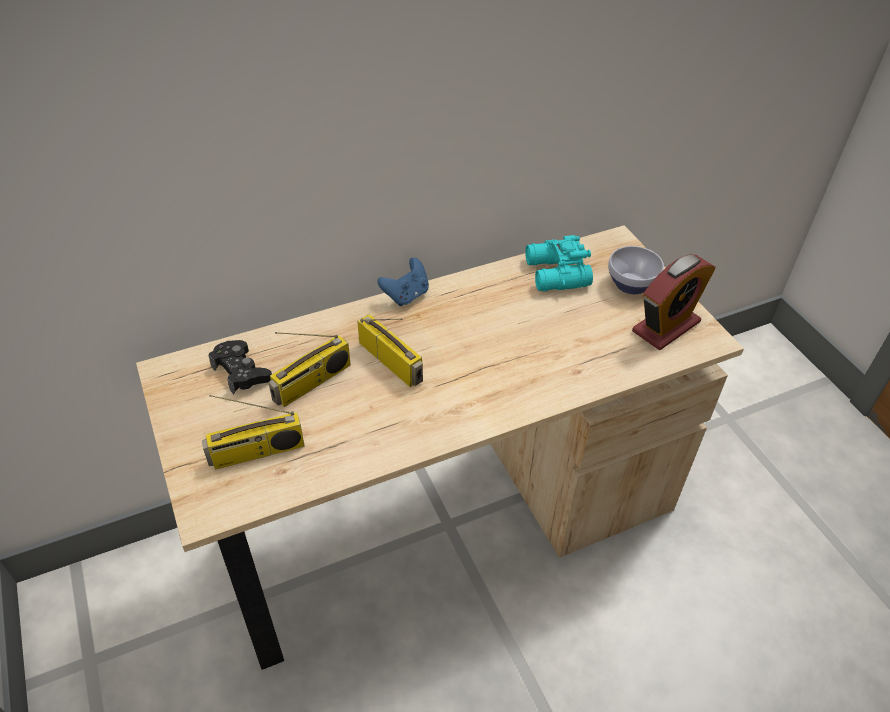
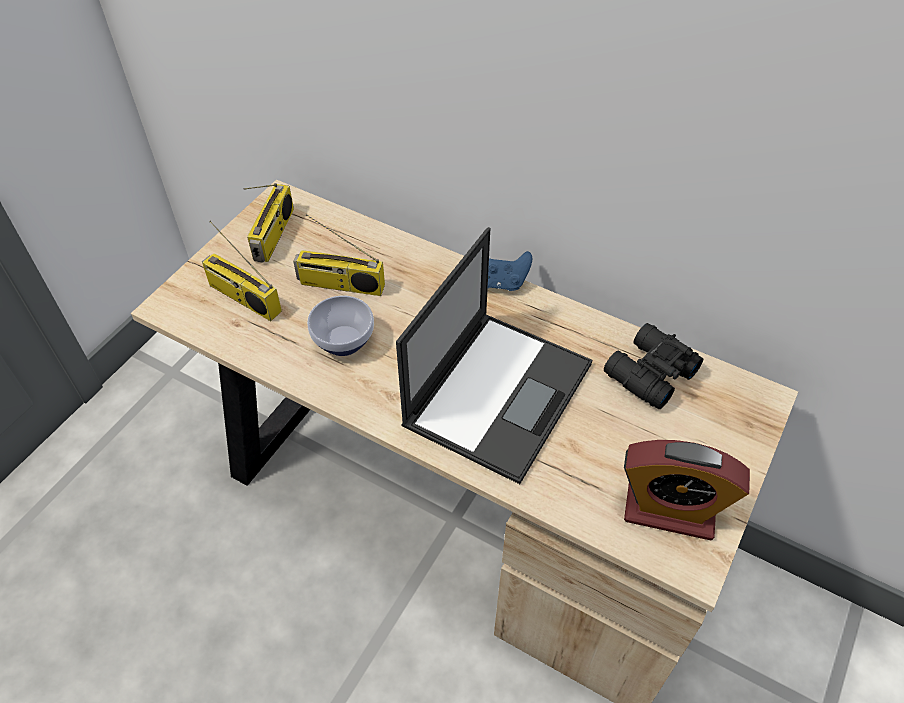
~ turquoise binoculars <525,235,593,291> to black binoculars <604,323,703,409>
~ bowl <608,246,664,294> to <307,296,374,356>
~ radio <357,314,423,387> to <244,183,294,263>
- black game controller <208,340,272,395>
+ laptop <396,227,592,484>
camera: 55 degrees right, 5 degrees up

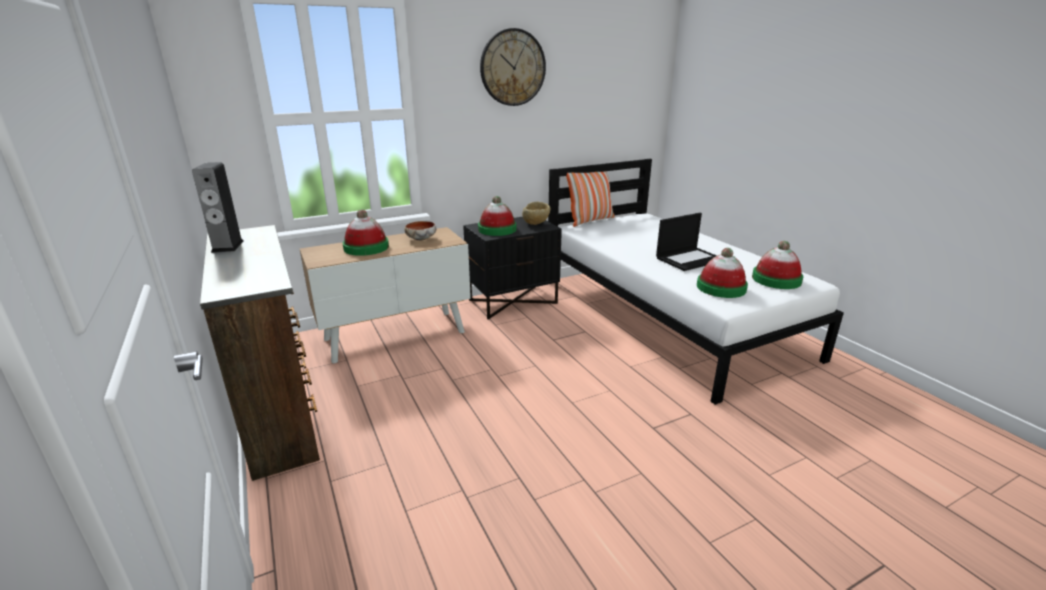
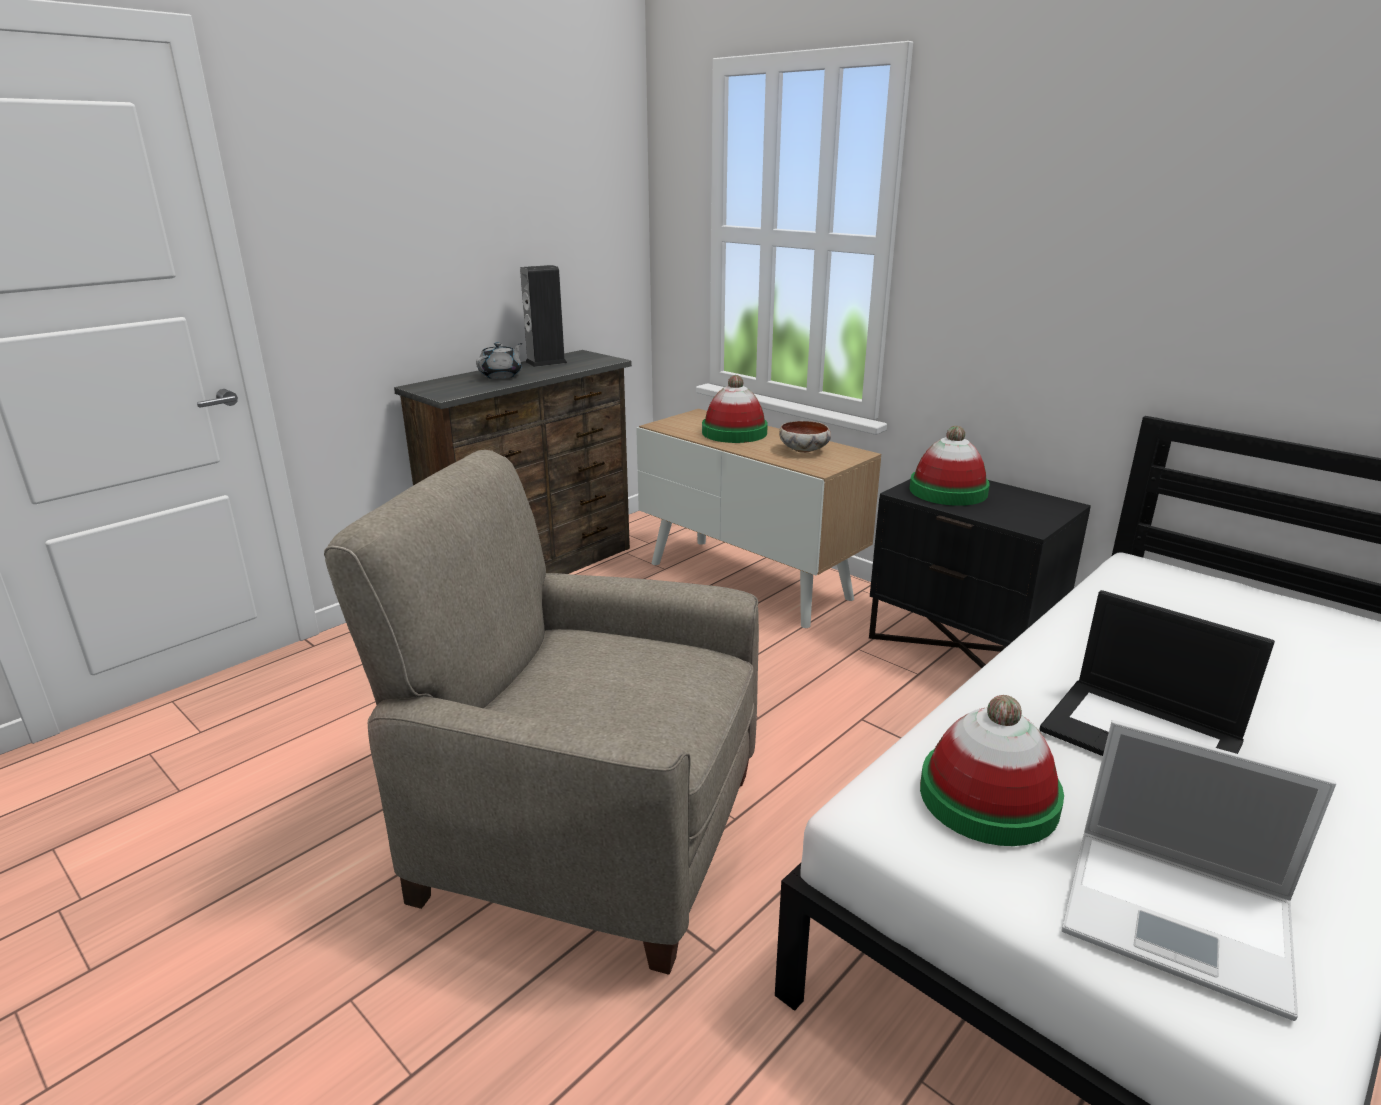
- wall clock <480,28,546,106>
- pillow <566,171,615,227>
- beige bowl <522,201,550,225>
~ hat <752,241,803,289> to laptop <1061,720,1336,1021>
+ grey teapot <476,342,522,379>
+ beige armchair <324,450,759,975>
camera: 70 degrees right, 0 degrees up

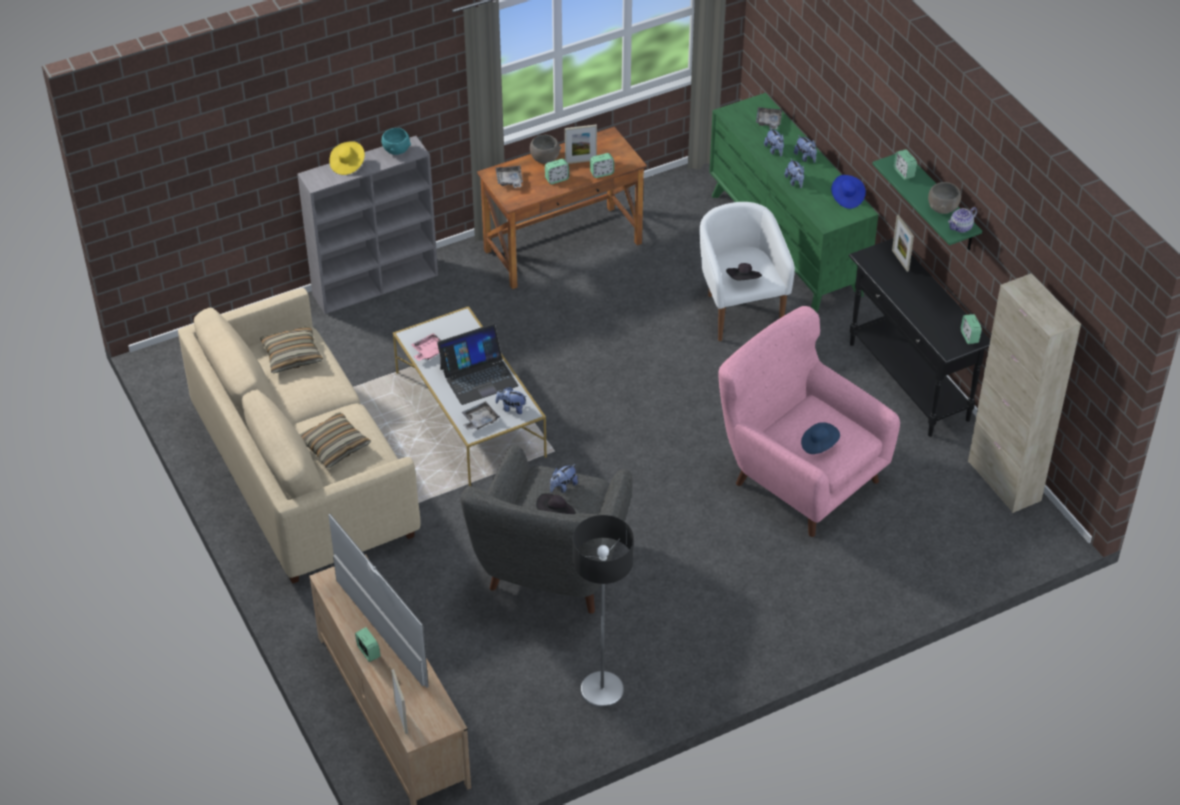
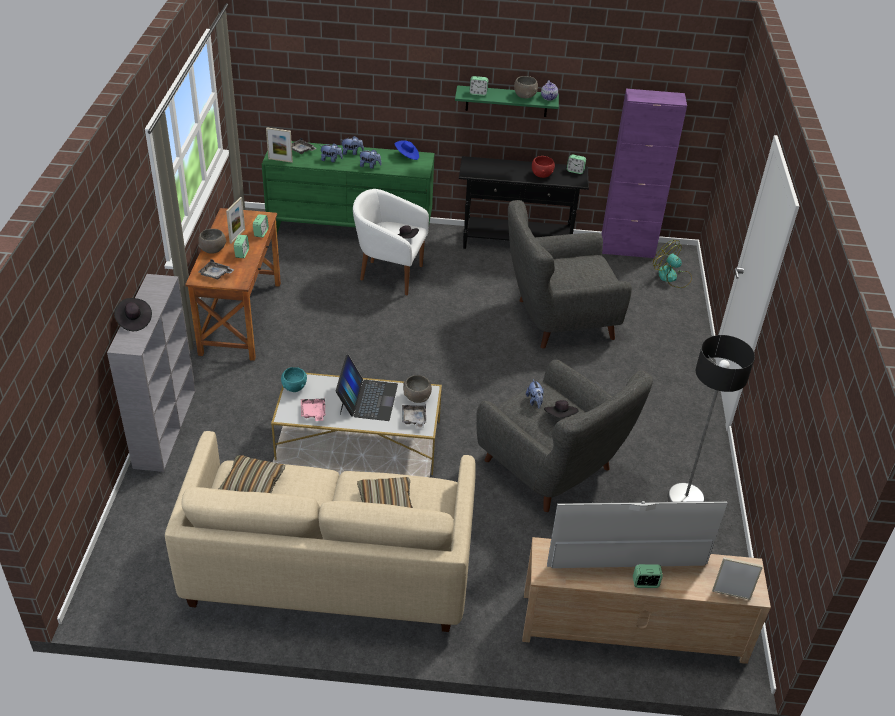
~ turquoise bowl <381,128,411,155> to <281,367,307,392>
~ yellow hat <329,141,365,175> to black hat <114,298,152,331>
~ picture frame <892,215,914,272> to <266,127,293,163>
~ beige cabinet <968,273,1081,513> to purple cabinet <601,89,687,259>
~ pink armchair <718,306,900,537> to grey armchair <508,200,632,348>
~ plush toy <496,387,527,414> to grey bowl <403,375,432,403>
- blue hat <801,422,840,454>
+ red bowl <532,156,555,178>
+ fan <653,240,692,288>
camera: 60 degrees left, 5 degrees down

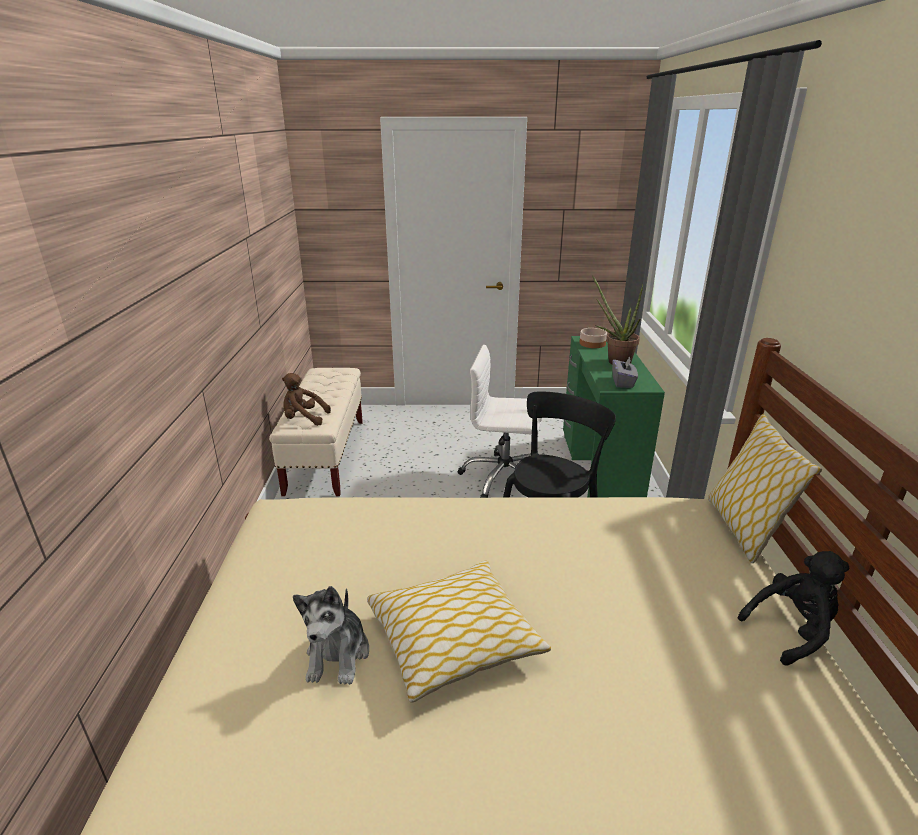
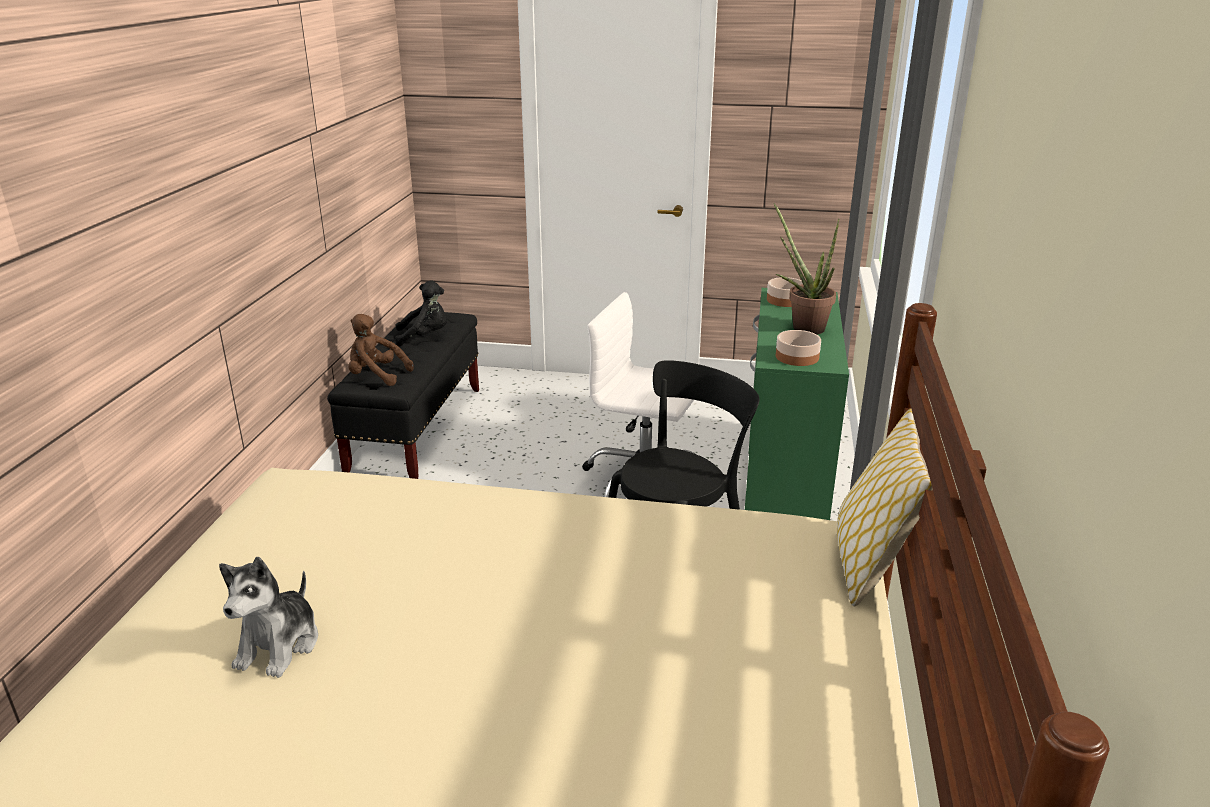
~ grey tissue box <612,356,638,388> to bowl <776,330,821,366>
~ beige bench <269,368,363,496> to black bench <327,311,479,479>
~ black plush toy <738,551,850,666> to <395,280,447,346>
- pillow <367,560,551,703>
camera: 10 degrees right, 0 degrees up

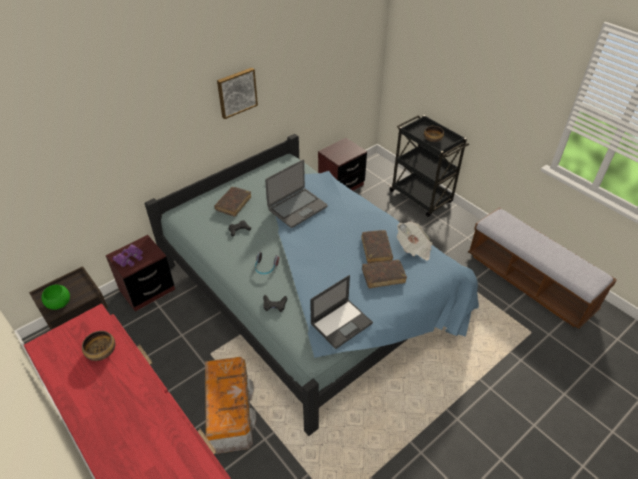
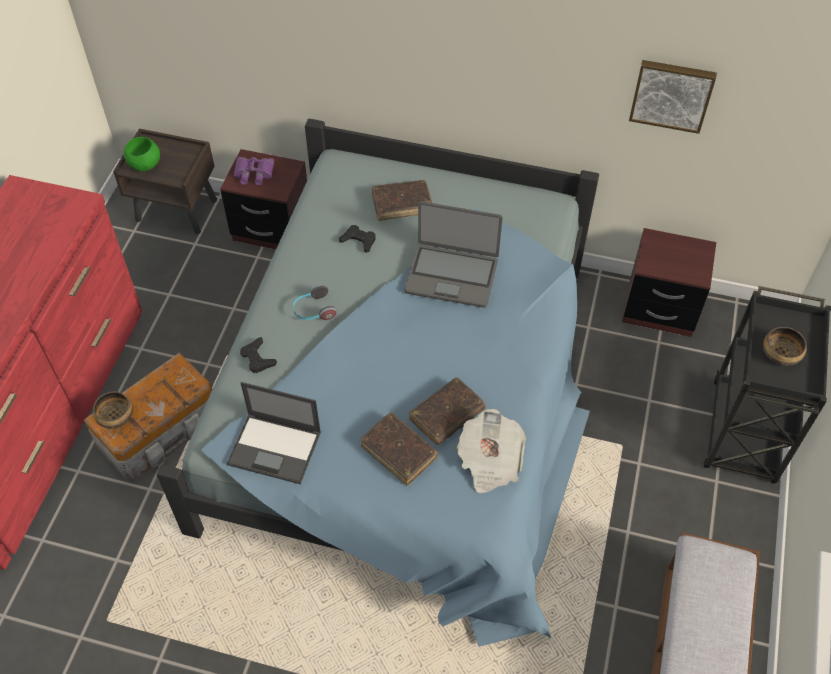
~ picture <217,68,258,119> to <629,60,717,134>
~ bowl <82,331,115,361> to <93,392,133,429>
camera: 55 degrees right, 10 degrees up

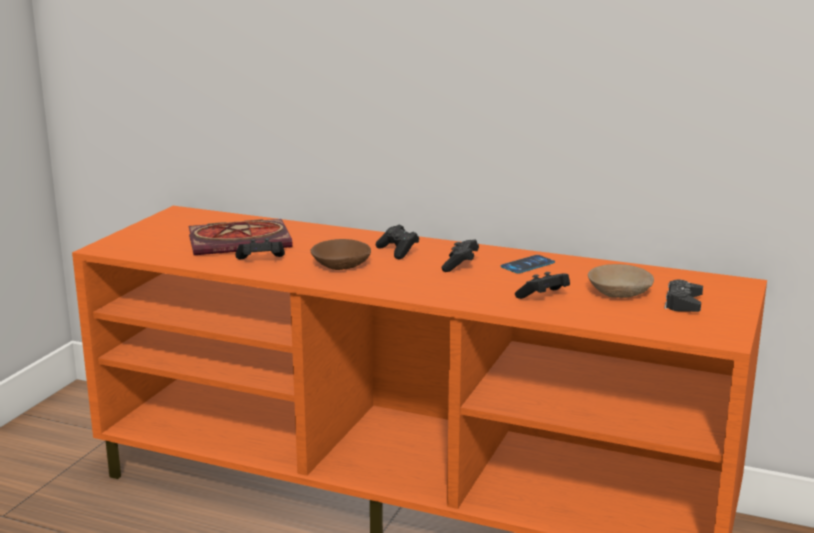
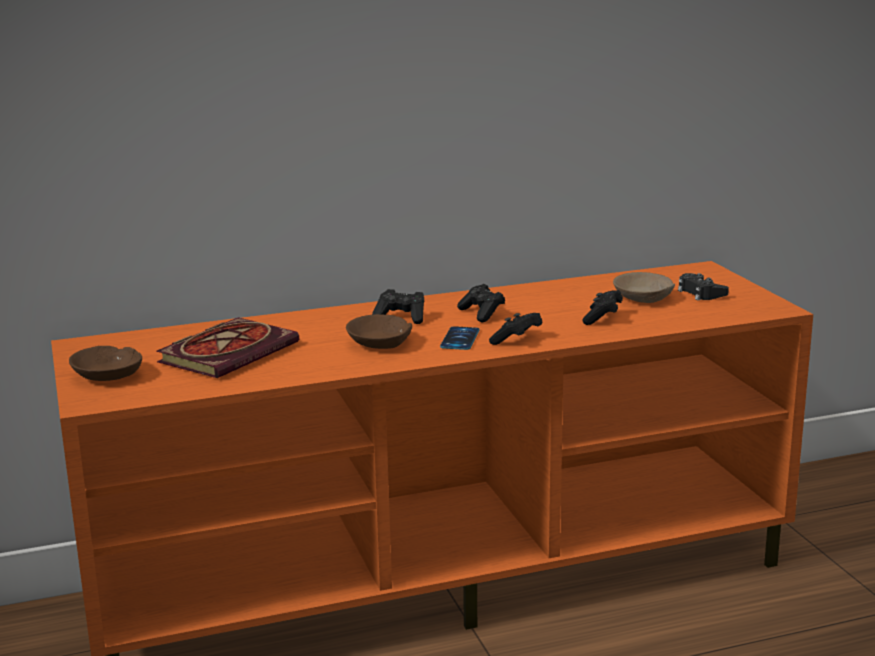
~ black game controller <235,238,285,259> to <489,313,542,345>
~ phone <501,255,555,273> to <440,326,480,350>
+ brown bowl <69,346,142,381>
camera: 40 degrees left, 0 degrees up

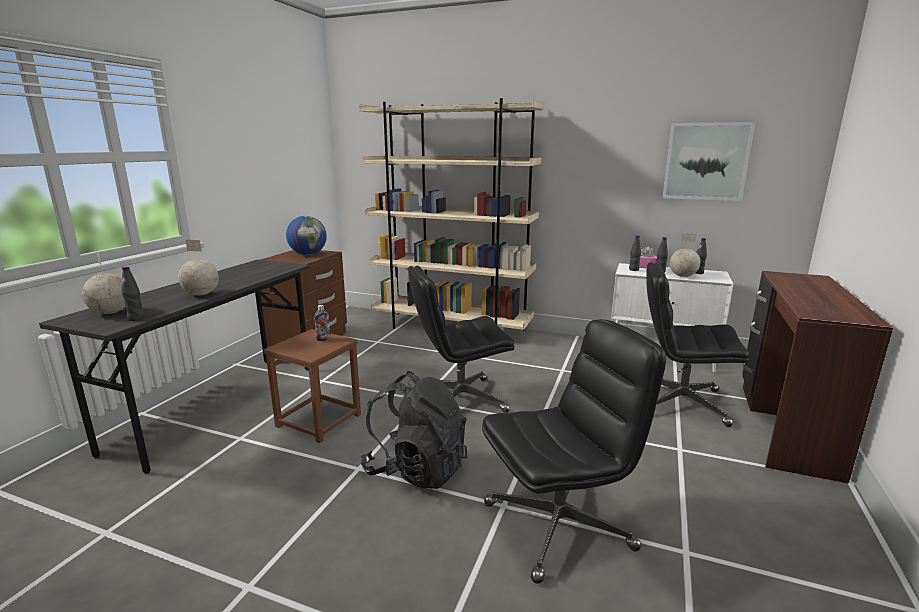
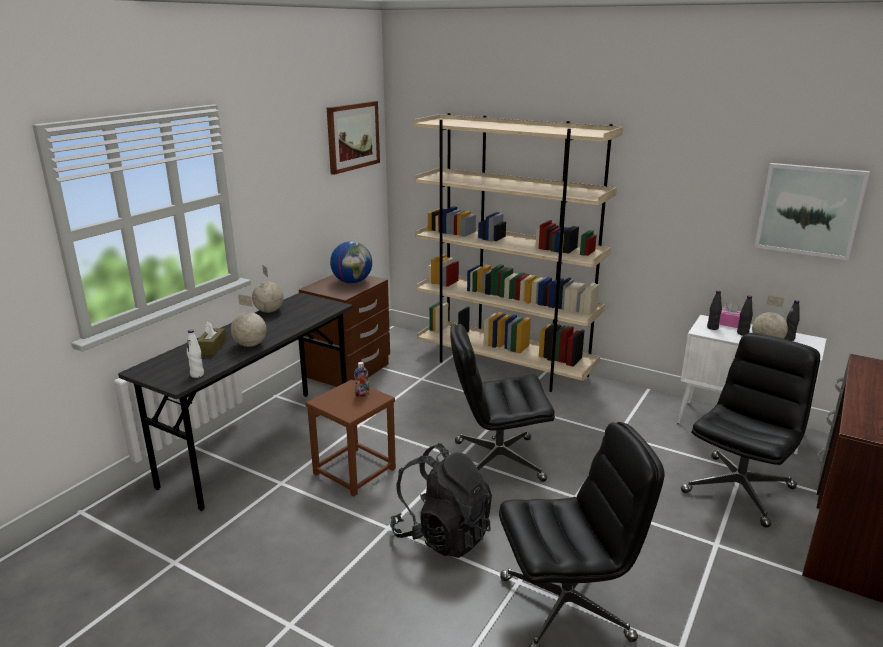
~ globe <82,251,125,314> to <252,264,284,313>
~ black office chair <646,262,749,427> = <681,333,820,528> 105 degrees clockwise
~ black bottle <122,266,144,321> to white bottle <187,330,204,378>
+ picture <327,101,380,175>
+ brown tissue box <197,322,226,355>
camera: 10 degrees right, 5 degrees up

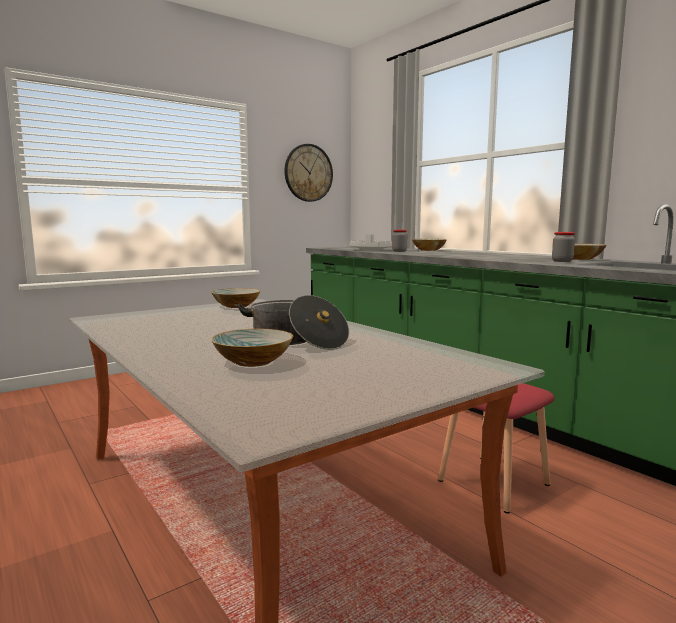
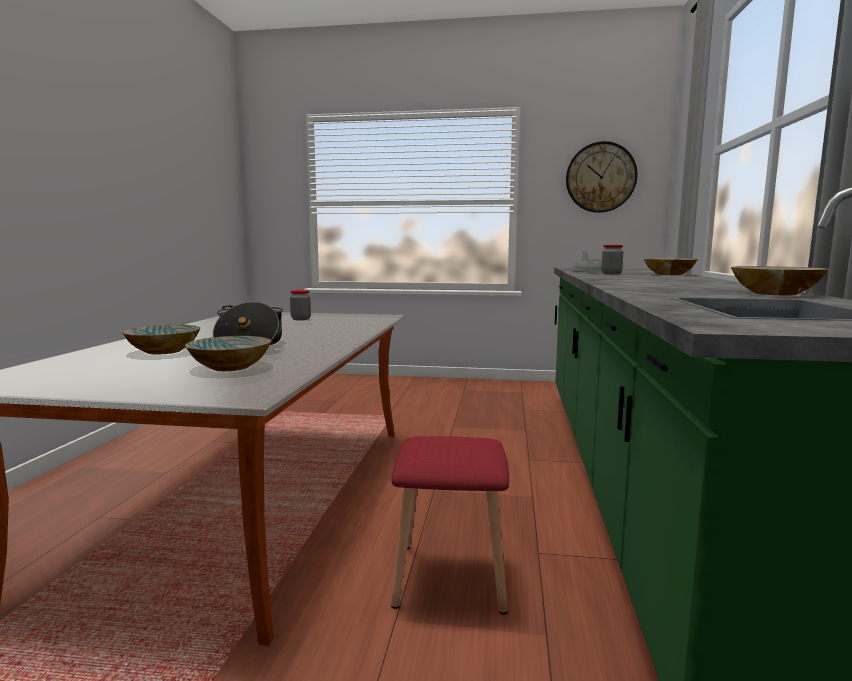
~ jar <552,232,575,262> to <290,290,311,320>
~ bowl <211,288,261,308> to <185,336,271,371>
camera: 45 degrees right, 0 degrees up

